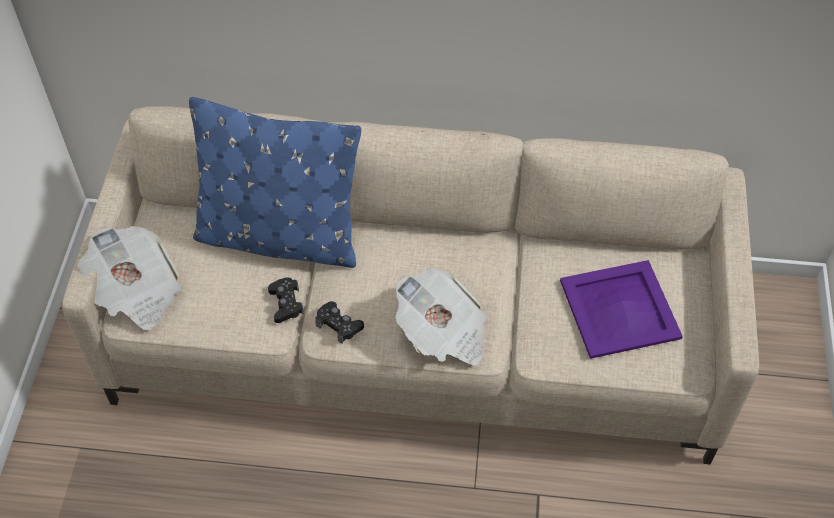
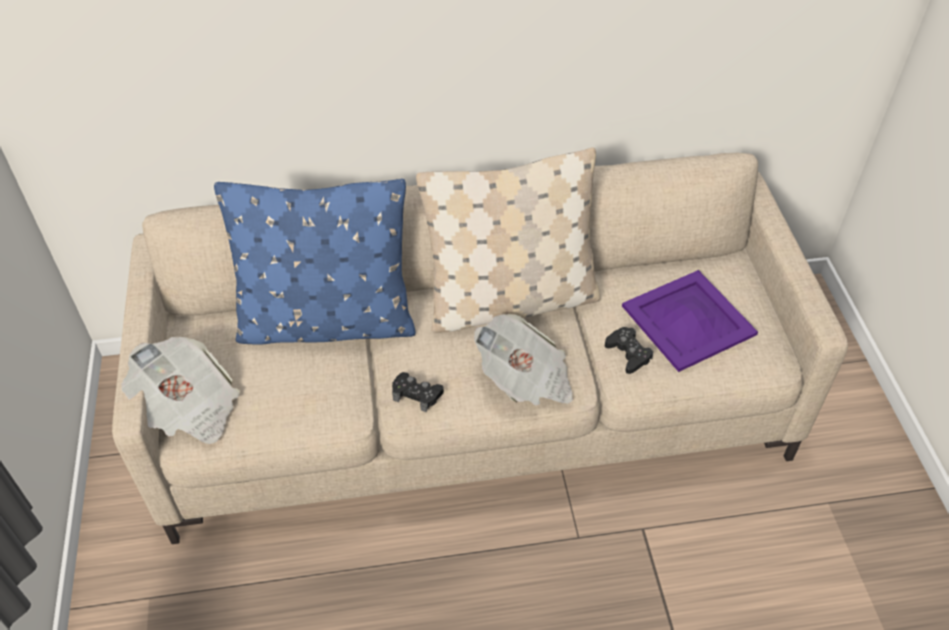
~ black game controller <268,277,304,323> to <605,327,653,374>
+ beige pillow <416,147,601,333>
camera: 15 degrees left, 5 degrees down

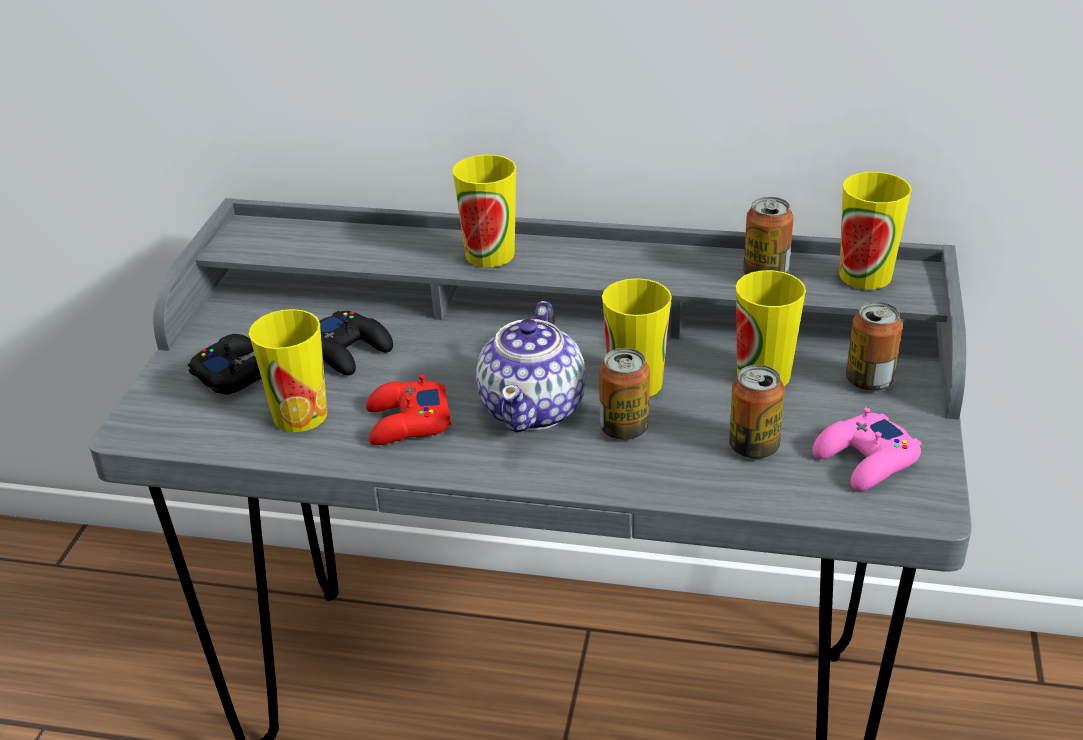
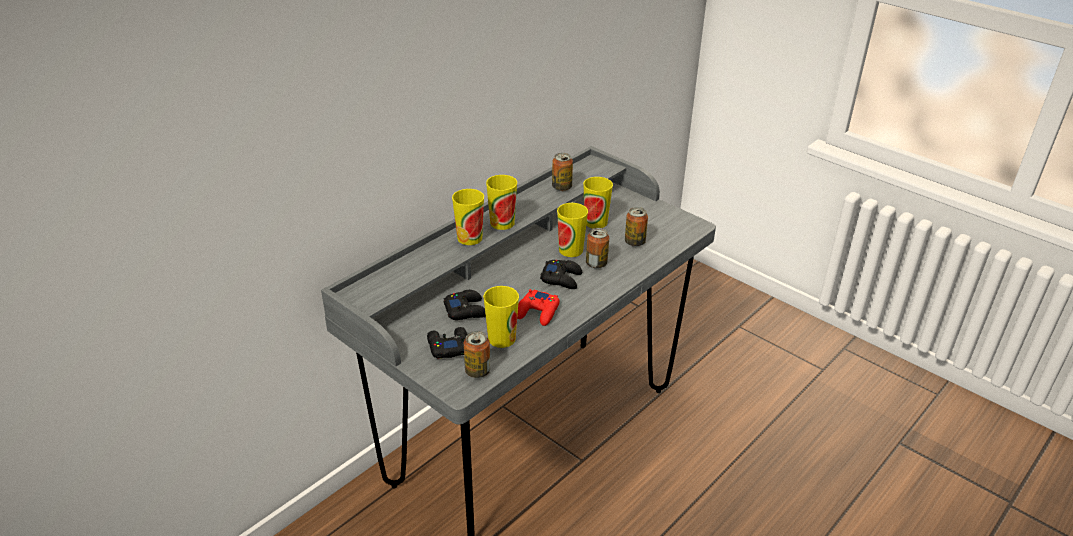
~ cup <839,172,912,289> to <486,175,517,230>
~ teapot <476,301,586,432> to black game controller <540,260,582,289>
~ can <846,302,903,391> to <464,331,490,378>
- pink game controller <812,407,922,491>
camera: 60 degrees left, 0 degrees up

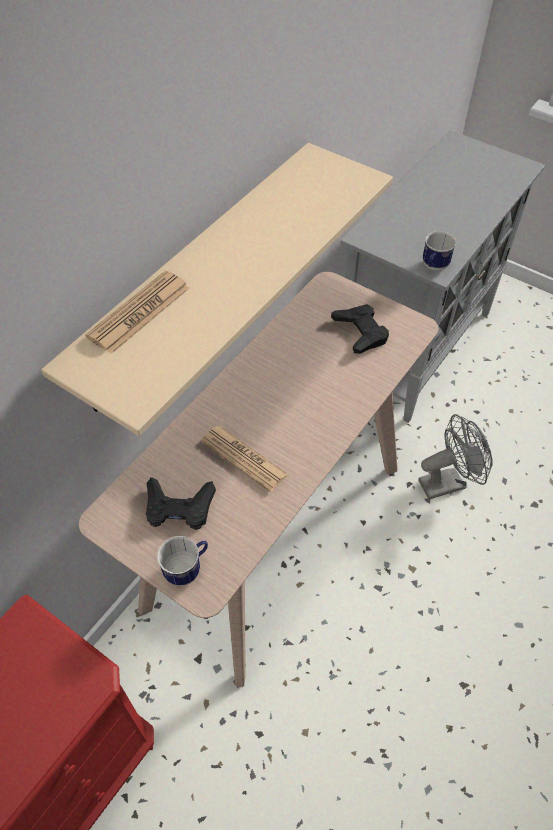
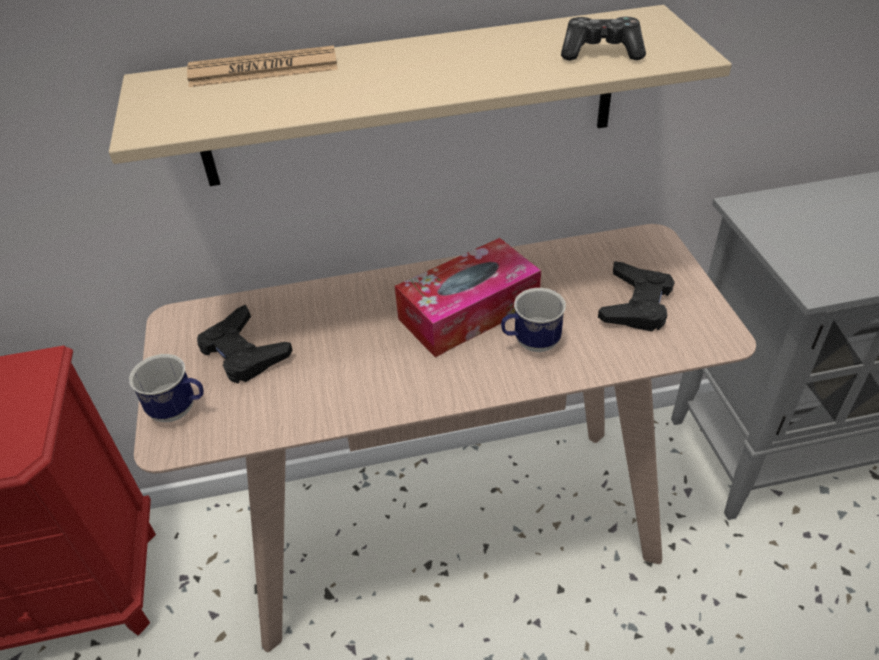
~ mug <423,231,456,271> to <501,288,566,352>
- grey fan <418,414,492,500>
- newspaper <201,426,288,492>
+ game controller <561,17,646,60>
+ tissue box <395,238,541,357>
camera: 45 degrees right, 10 degrees down

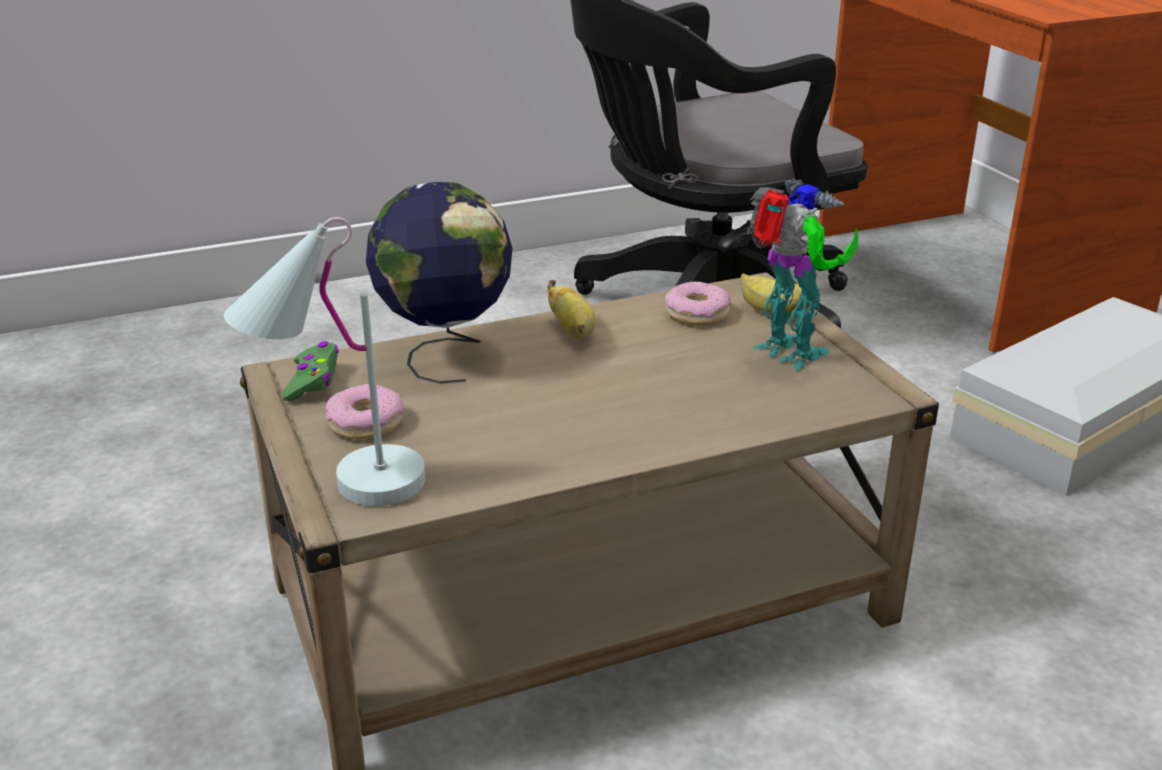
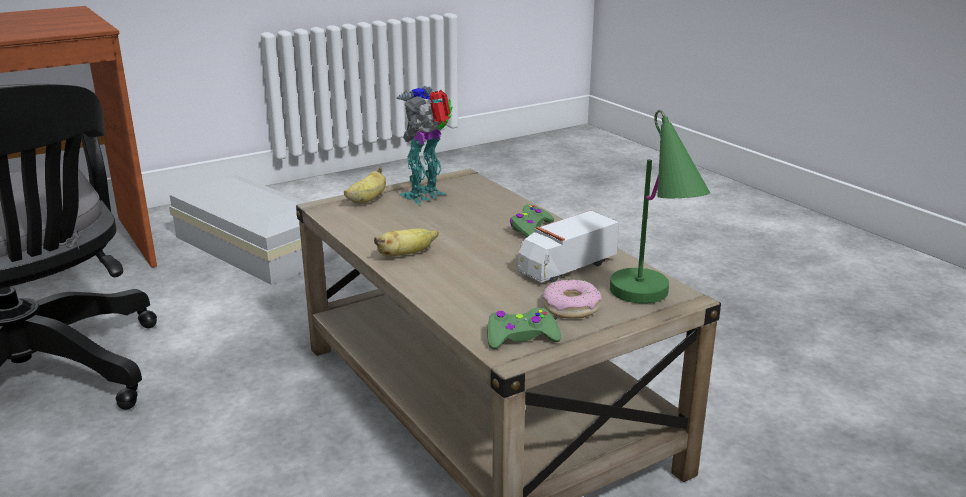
- globe <366,182,512,384>
~ white table lamp <224,217,426,506> to green table lamp <610,110,710,304>
- donut <665,281,731,326>
+ green game controller <510,204,554,238>
+ toy truck <518,211,619,283>
camera: 100 degrees left, 5 degrees down

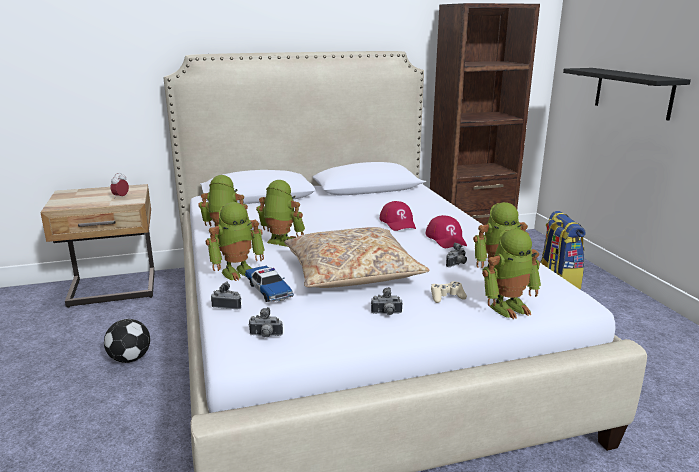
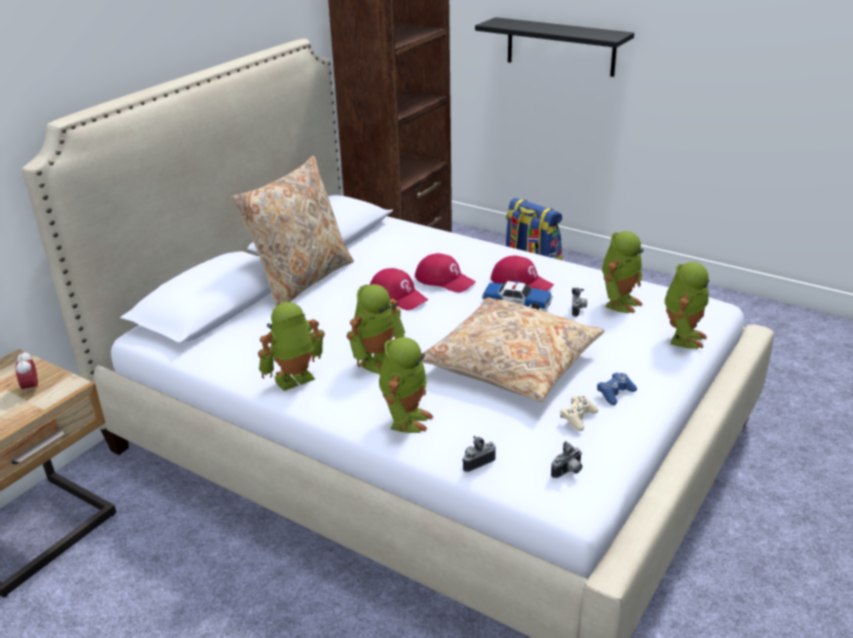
~ toy robot <256,180,305,247> = <347,284,406,374> 150 degrees clockwise
~ toy car <245,266,294,302> to <482,280,553,310>
~ beige game controller <431,281,467,303> to <560,395,598,431>
~ photo camera <371,287,403,315> to blue game controller <597,373,637,405>
- football <104,319,150,363>
+ beige pillow <231,156,354,307>
+ red cap <370,268,428,310>
camera: 40 degrees left, 10 degrees up

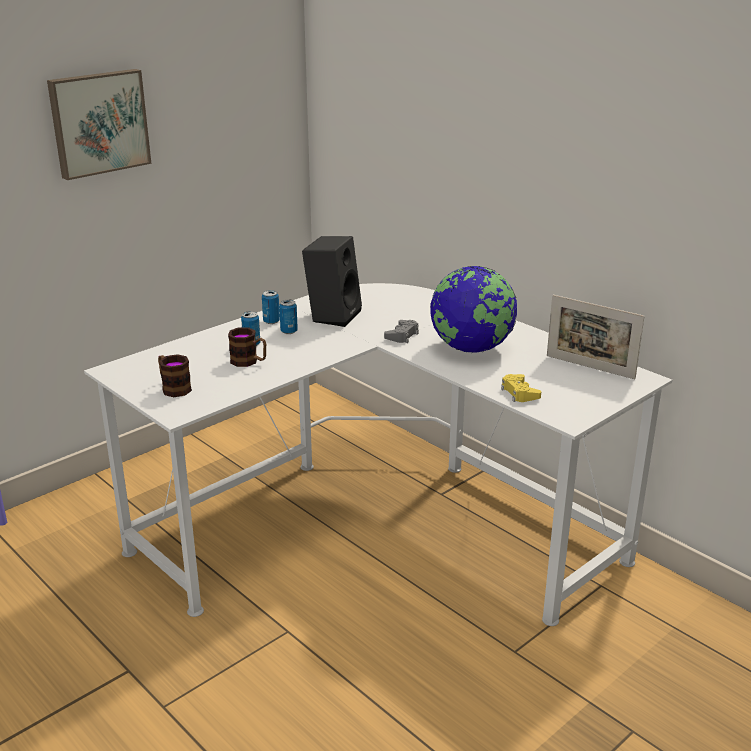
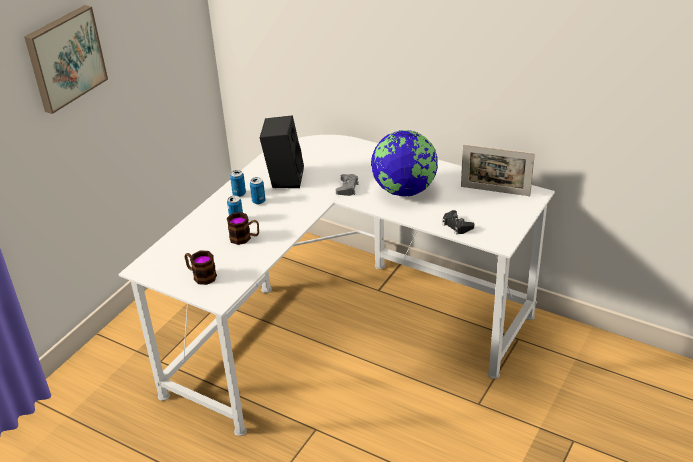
~ yellow game controller <501,374,541,402> to black game controller <442,210,474,235>
camera: 15 degrees left, 10 degrees up

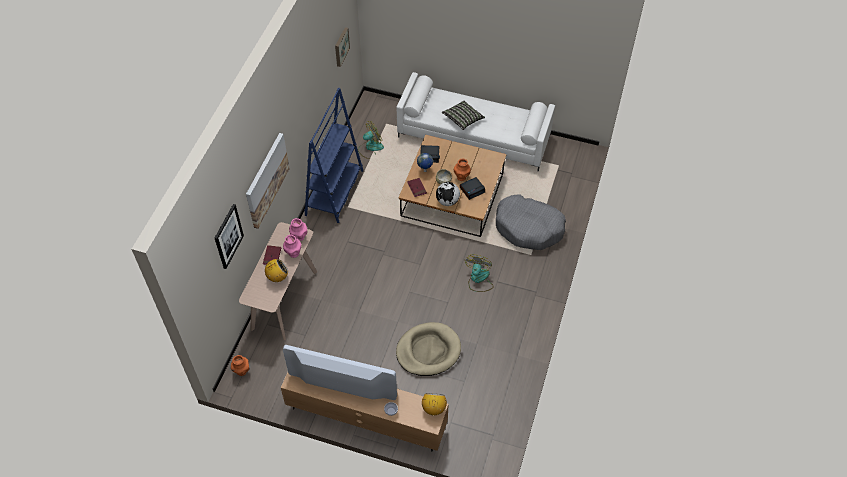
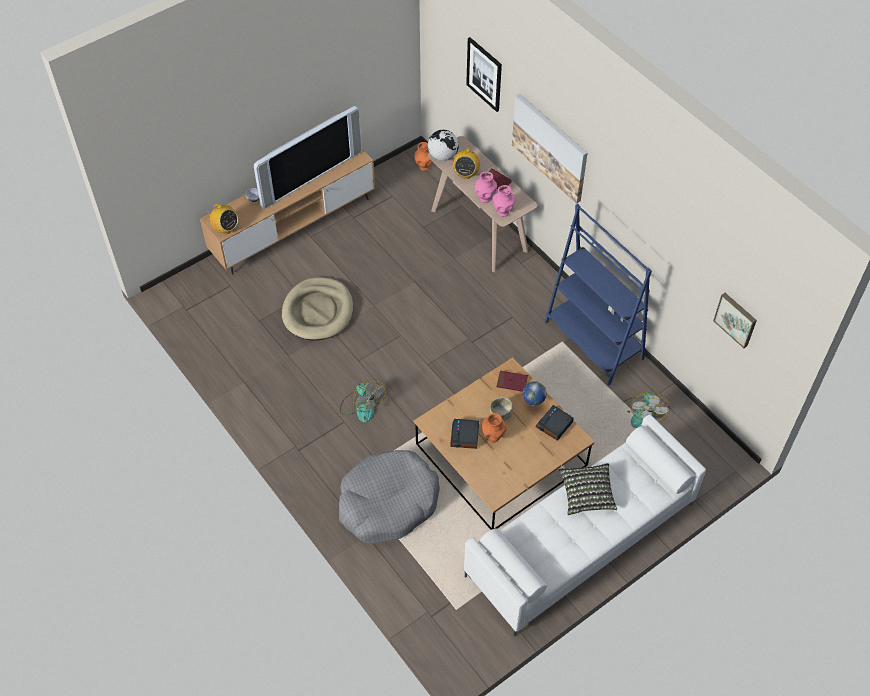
~ globe <436,182,460,206> to <428,130,459,161>
camera: 125 degrees right, 0 degrees up

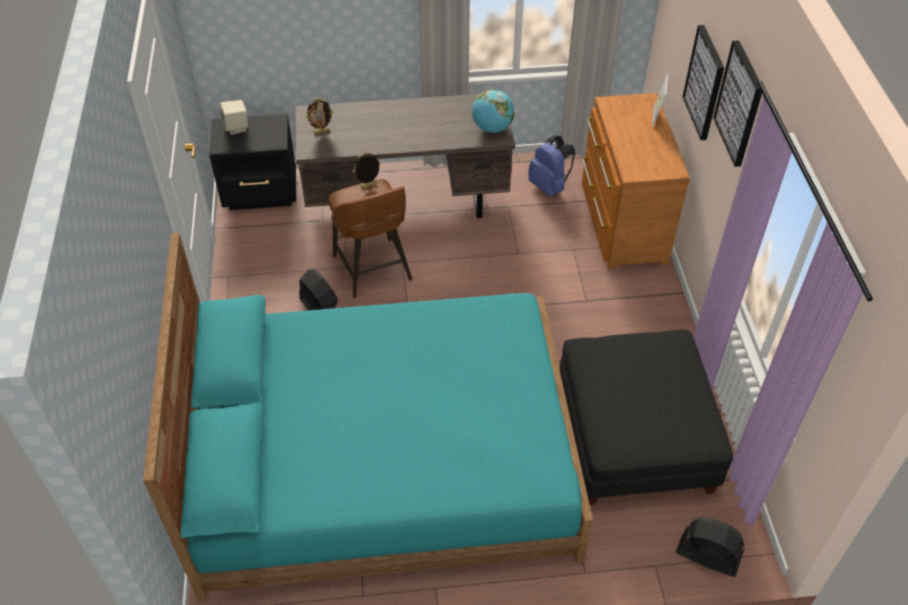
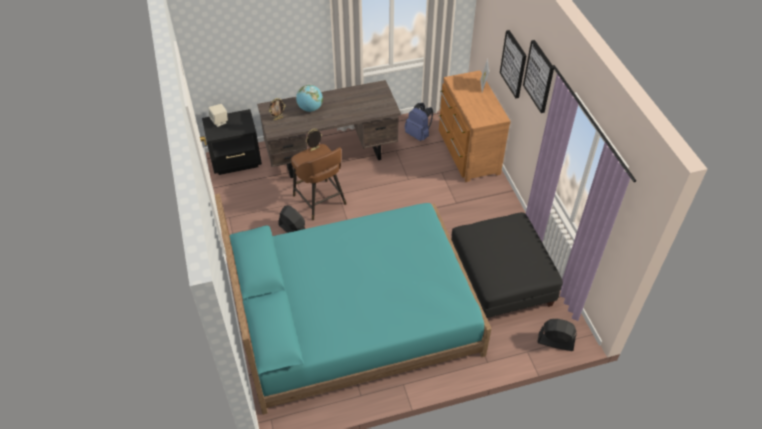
~ globe <472,90,514,133> to <296,85,323,112>
camera: 10 degrees left, 0 degrees up

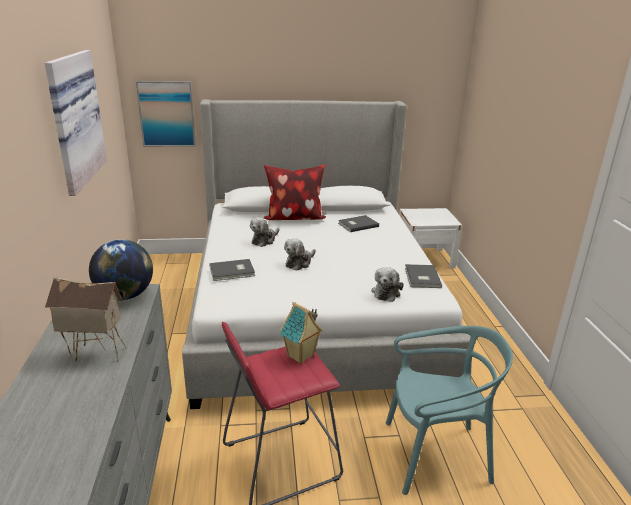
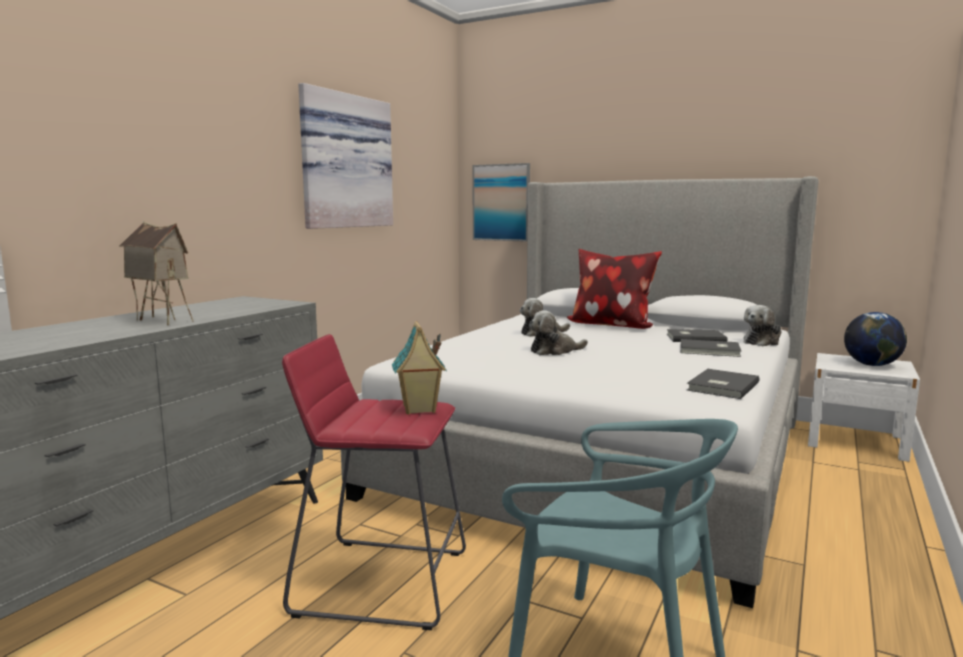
~ globe <89,239,153,300> to <844,312,907,366>
~ grey book <209,259,255,281> to <680,339,741,357>
~ plush toy <371,267,404,302> to <743,305,782,346>
camera: 35 degrees right, 15 degrees down

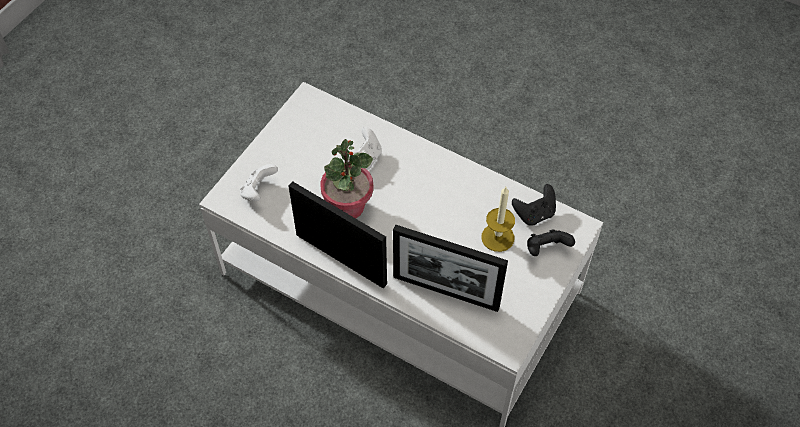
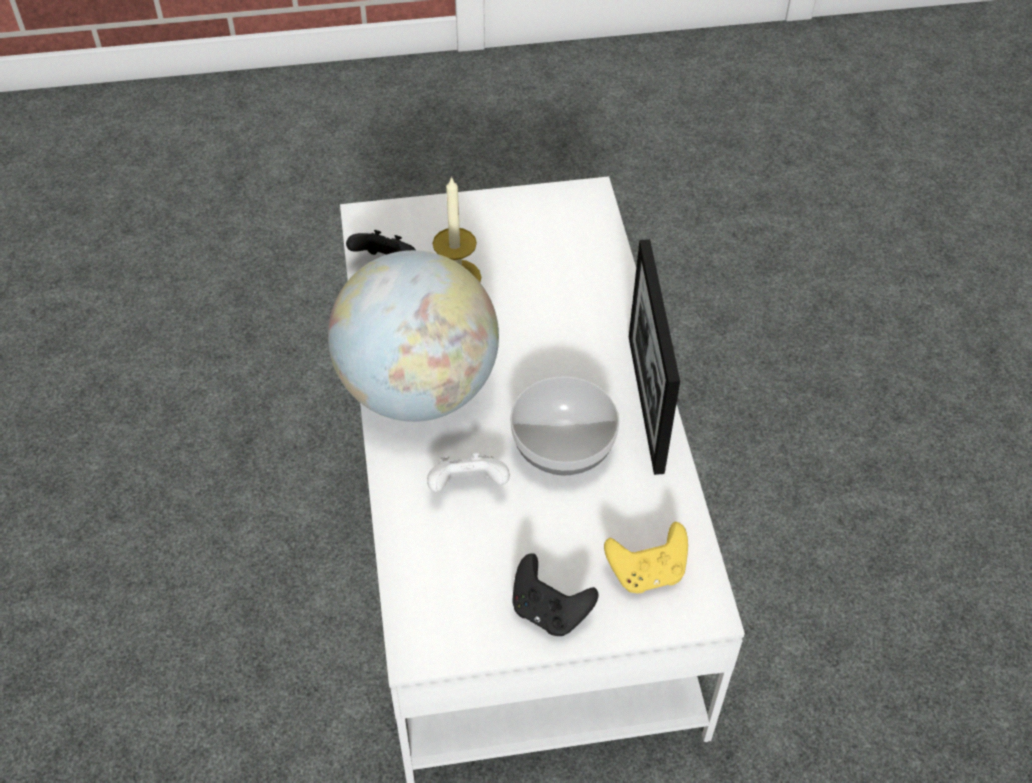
~ potted plant <320,139,374,218> to bowl <510,376,619,475>
~ white game controller <240,164,278,201> to yellow game controller <604,522,688,593>
- picture frame <393,224,508,312>
~ black game controller <527,229,575,256> to <512,553,598,636>
+ globe <328,250,499,422>
camera: 130 degrees left, 5 degrees down

